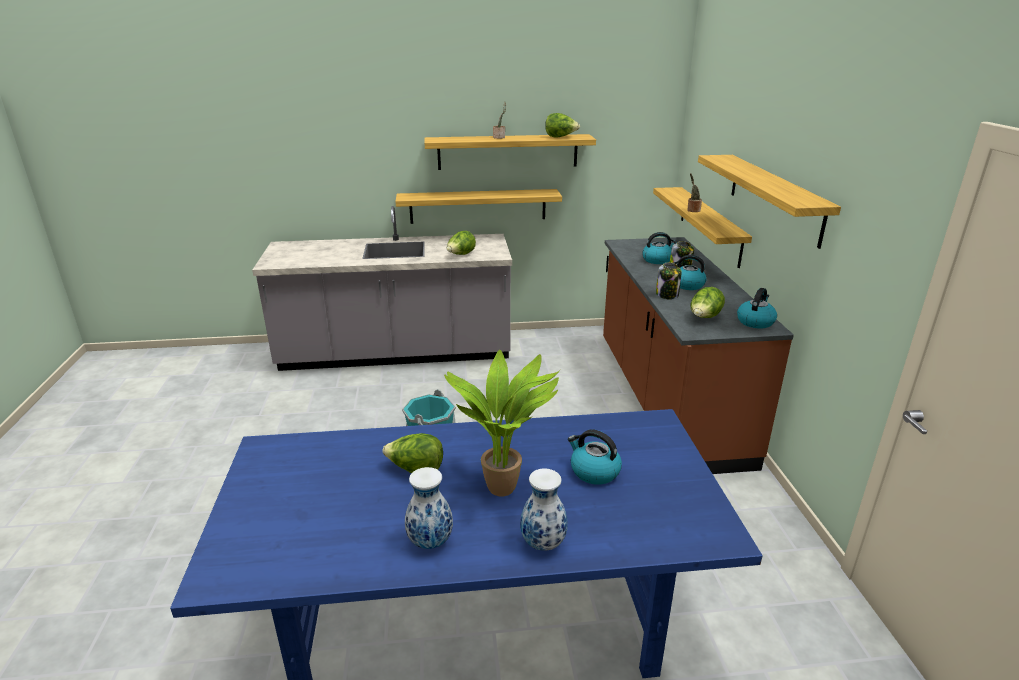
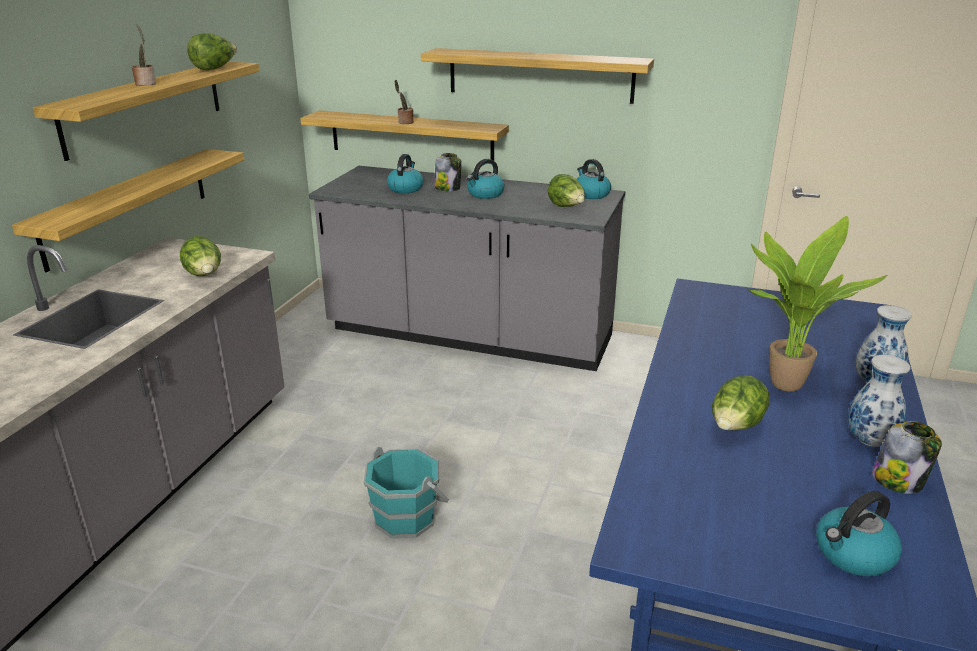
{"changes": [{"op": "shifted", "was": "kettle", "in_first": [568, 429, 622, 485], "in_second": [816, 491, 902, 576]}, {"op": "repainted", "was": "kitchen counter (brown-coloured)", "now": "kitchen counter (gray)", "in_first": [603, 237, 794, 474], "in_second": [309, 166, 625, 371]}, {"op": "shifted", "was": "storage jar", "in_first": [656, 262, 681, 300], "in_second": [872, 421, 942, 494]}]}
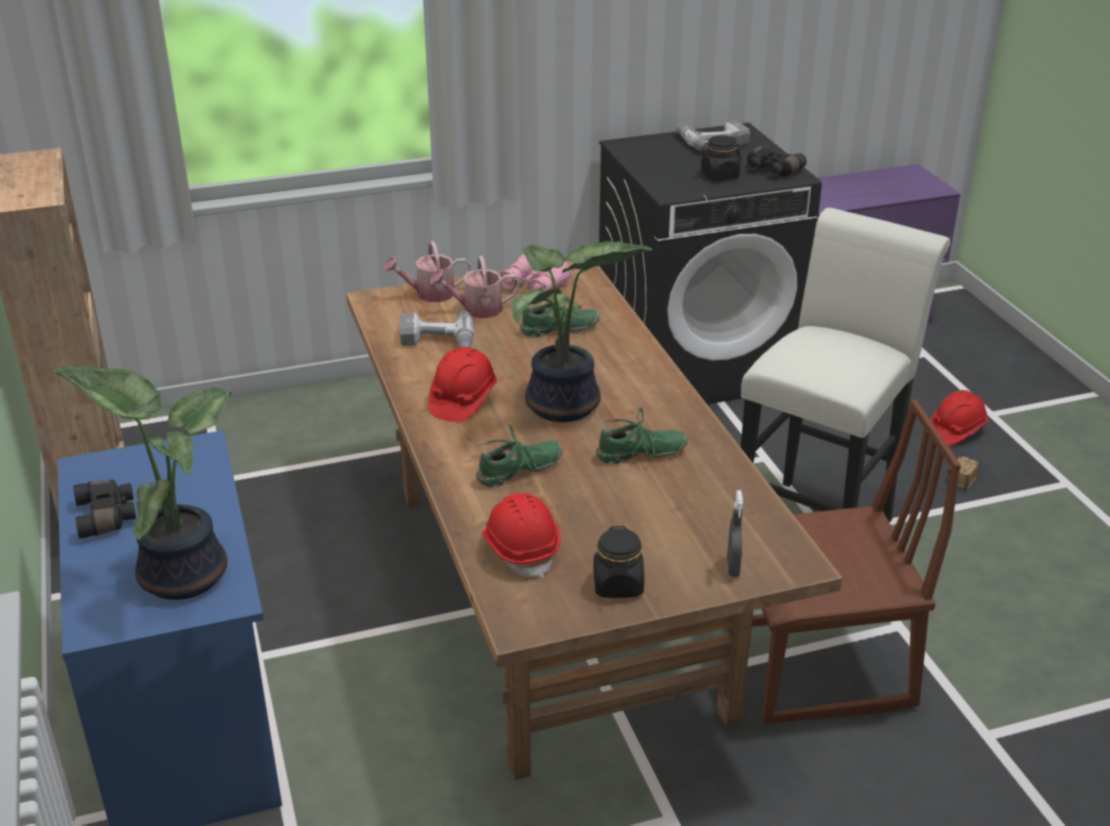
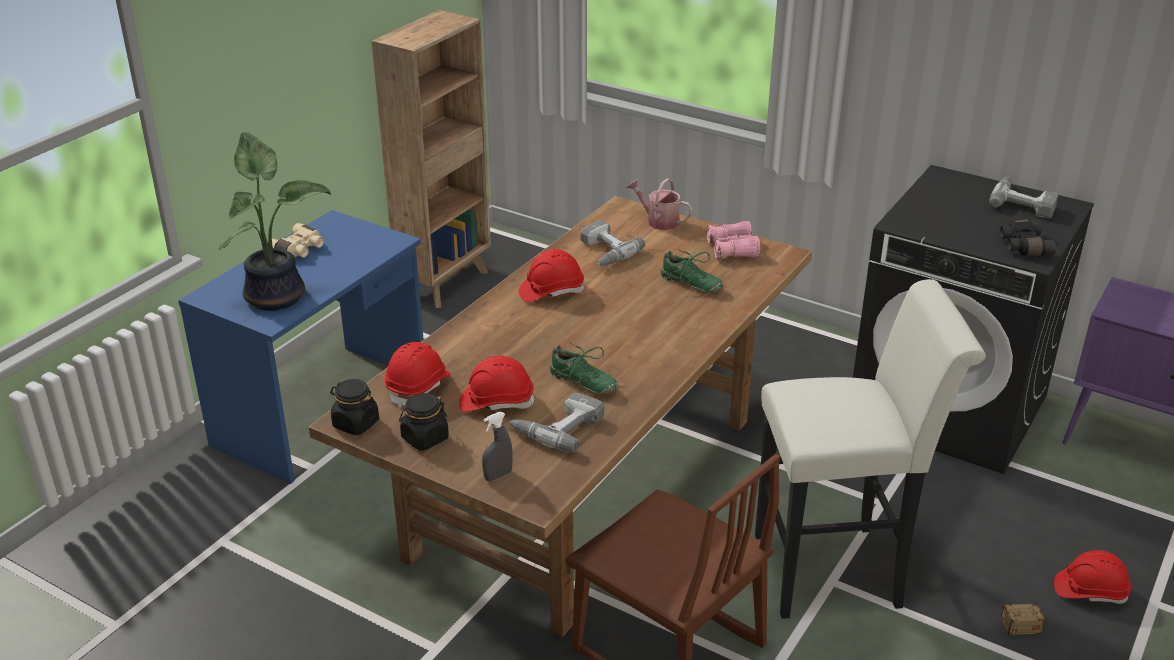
{"changes": [{"op": "repainted", "was": "pair of binoculars (blackish)", "now": "pair of binoculars (beige-coloured)", "in_first": [73, 479, 136, 538], "in_second": [272, 223, 324, 257]}, {"op": "gone", "was": "sprinkling can", "in_first": [430, 256, 520, 318]}, {"op": "gone", "was": "item of footwear (green-coloured)", "in_first": [476, 425, 563, 488]}, {"op": "gone", "was": "potted plant", "in_first": [512, 241, 653, 422]}, {"op": "shifted", "was": "storage jar (blackish)", "in_first": [701, 135, 741, 181], "in_second": [330, 379, 379, 435]}, {"op": "new", "now": "work helmet (red)", "in_second": [459, 356, 535, 412]}, {"op": "new", "now": "electric drill", "in_second": [510, 393, 604, 452]}]}
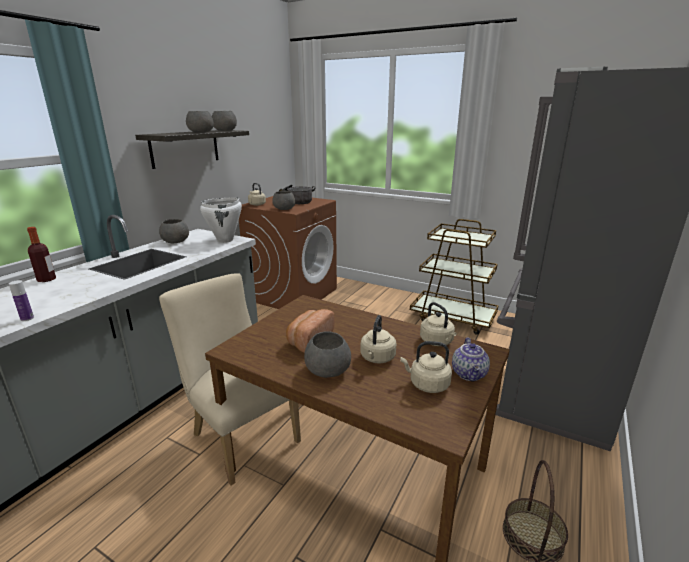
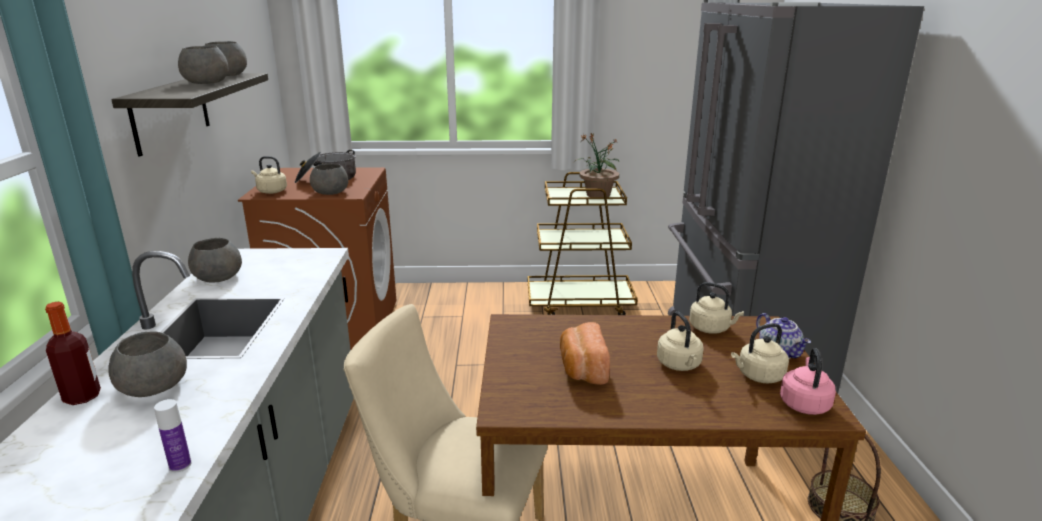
{"changes": [{"op": "gone", "was": "saucepot (whitish)", "in_first": [200, 197, 242, 243]}, {"op": "shifted", "was": "deep dish (gray)", "in_first": [304, 331, 351, 378], "in_second": [108, 331, 187, 397]}, {"op": "new", "now": "potted plant", "in_second": [574, 133, 619, 197]}, {"op": "new", "now": "kettle (pink)", "in_second": [780, 348, 836, 415]}]}
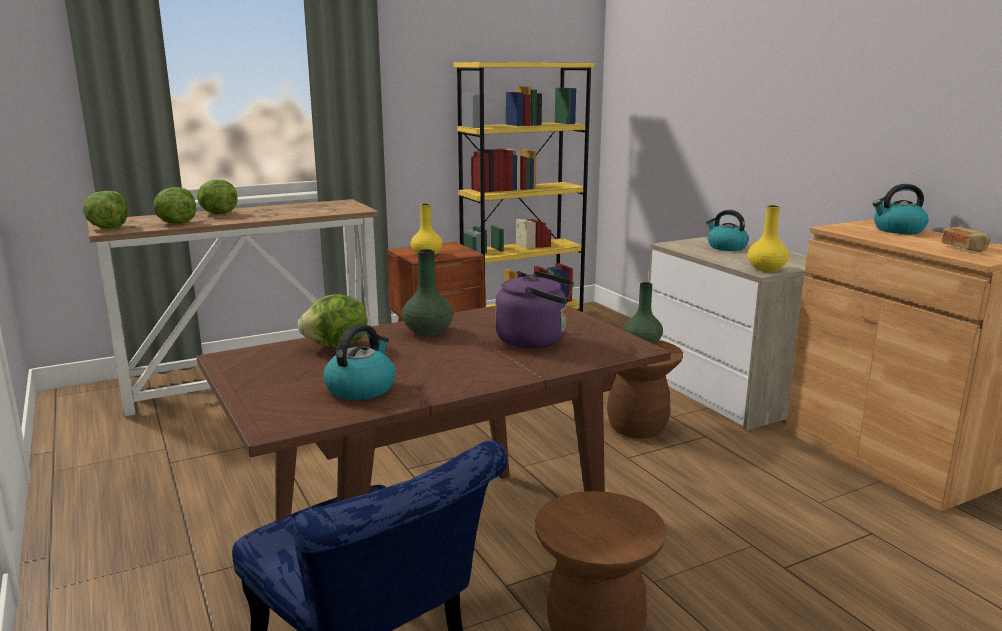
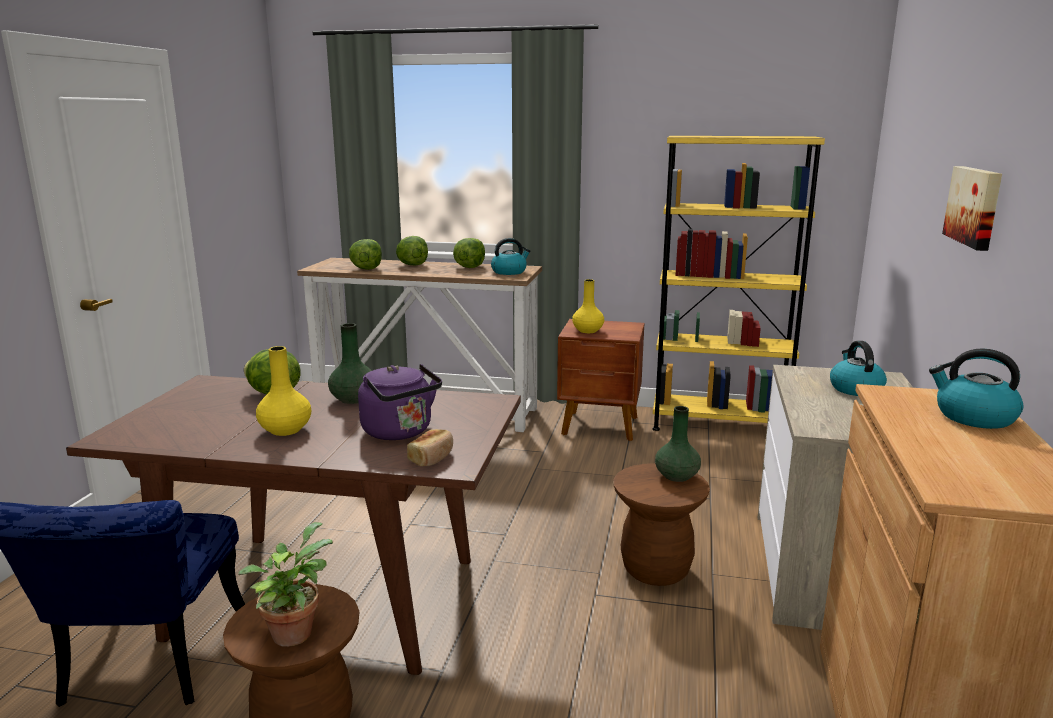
{"changes": [{"op": "shifted", "was": "lettuce head", "in_first": [83, 191, 128, 229], "in_second": [453, 238, 485, 268]}, {"op": "shifted", "was": "kettle", "in_first": [323, 324, 395, 400], "in_second": [491, 238, 531, 275]}, {"op": "shifted", "was": "vase (yellowish)", "in_first": [748, 205, 789, 272], "in_second": [256, 346, 312, 436]}, {"op": "shifted", "was": "baked bread", "in_first": [942, 227, 990, 252], "in_second": [407, 429, 453, 466]}, {"op": "new", "now": "potted plant", "in_second": [238, 522, 333, 647]}, {"op": "new", "now": "picture", "in_second": [942, 166, 1002, 251]}]}
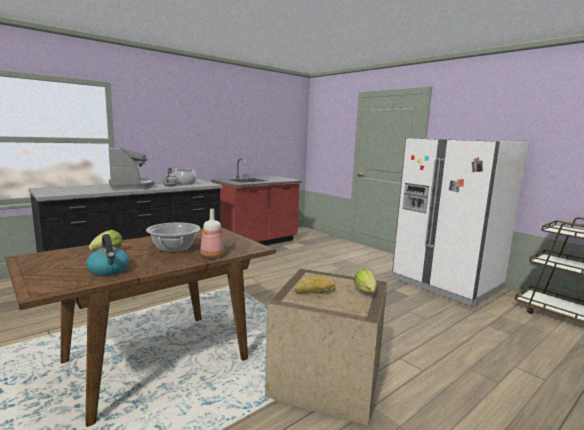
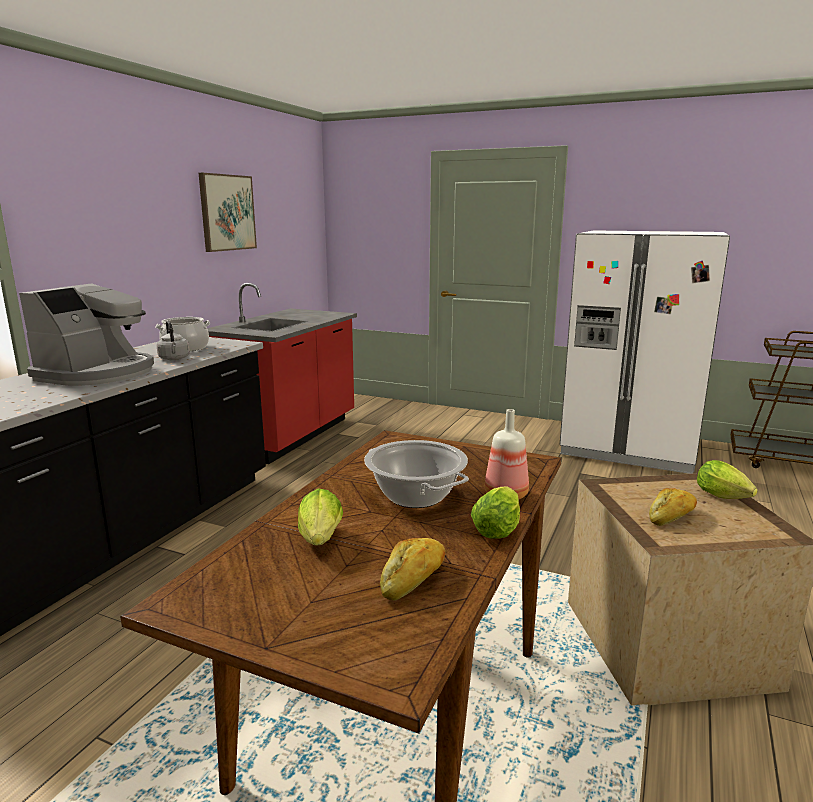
{"changes": [{"op": "swapped", "was": "kettle", "now": "baked bread", "in_first": [86, 234, 130, 276], "in_second": [380, 538, 445, 600]}, {"op": "rotated", "was": "coffee brewer", "in_first": [109, 147, 154, 190], "in_second": [19, 283, 154, 386], "clockwise": 75}, {"op": "new", "now": "picture", "in_second": [199, 173, 257, 252]}, {"op": "new", "now": "lettuce head", "in_second": [471, 486, 520, 539]}]}
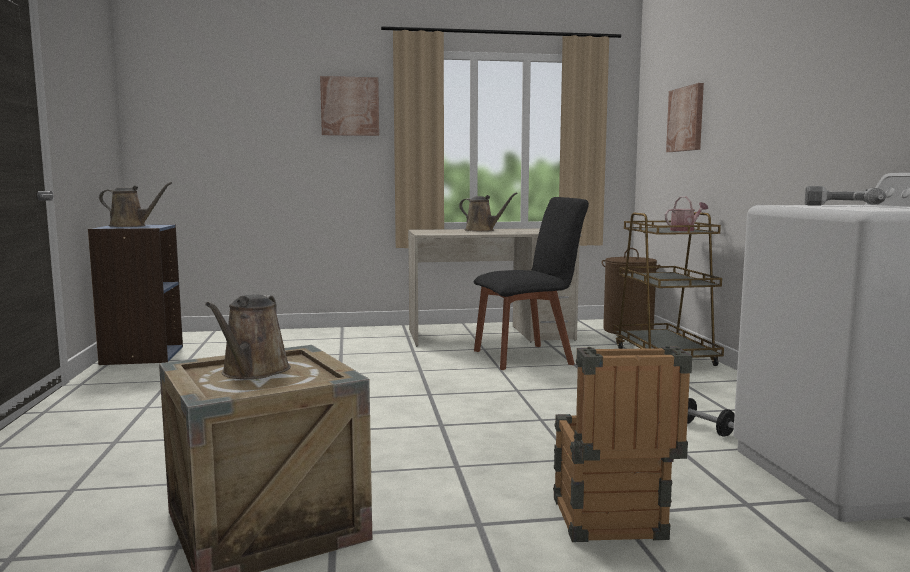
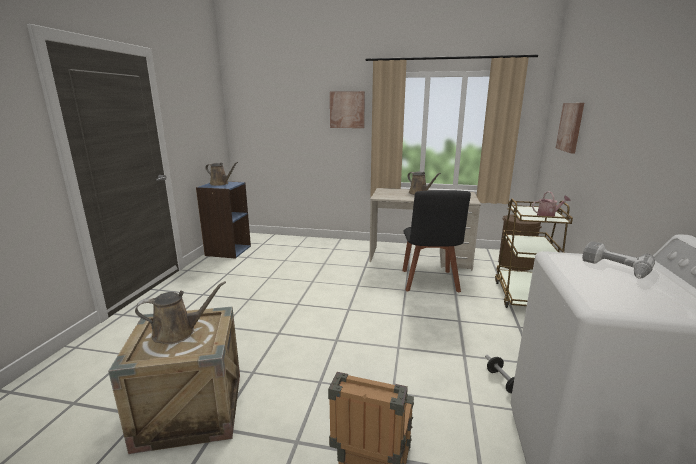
{"changes": [{"op": "rotated", "was": "sprinkling can (brown-coloured)", "in_first": [205, 294, 291, 379], "in_second": [135, 281, 226, 344], "clockwise": -135}, {"op": "rotated", "was": "plain chair (blackish)", "in_first": [473, 197, 589, 370], "in_second": [402, 190, 471, 293], "clockwise": 90}]}
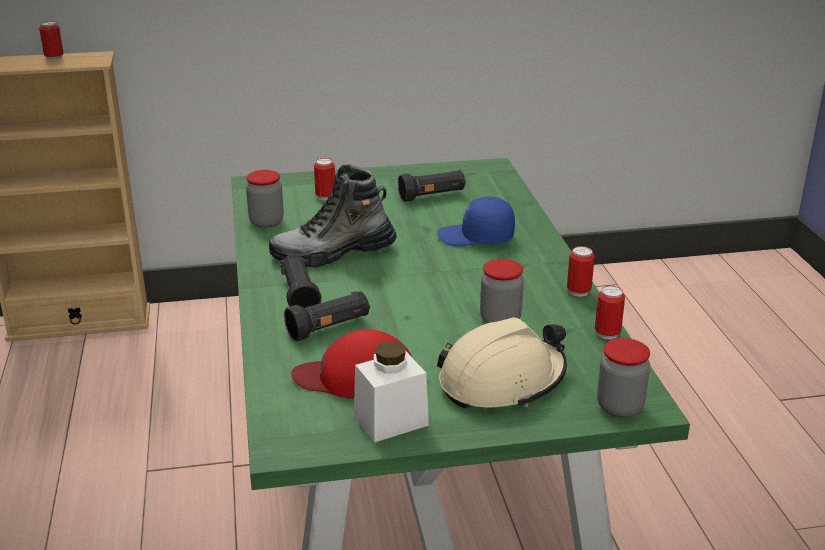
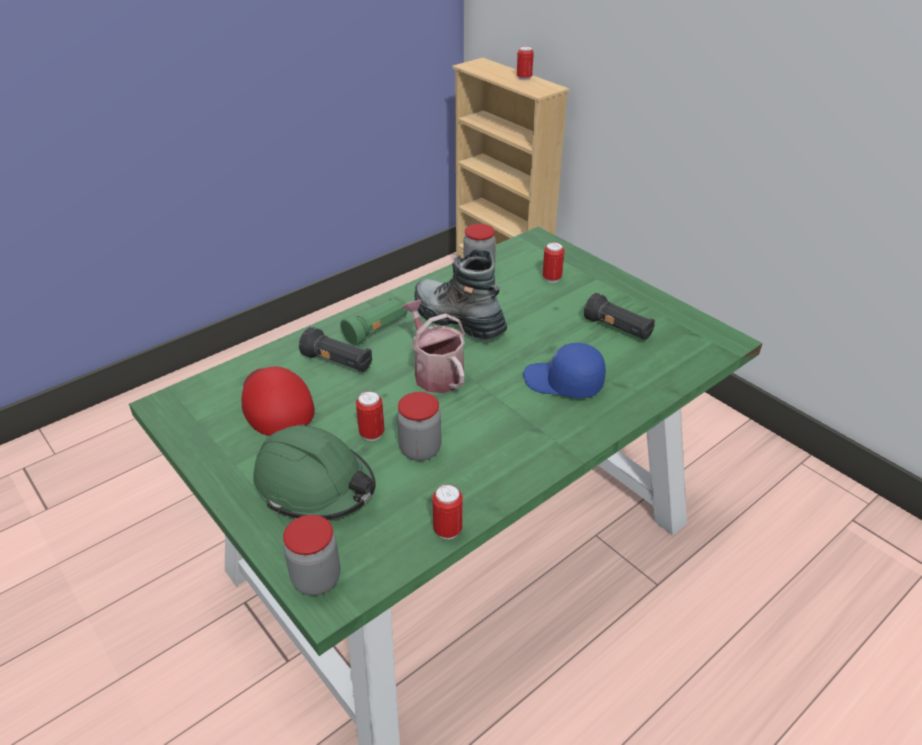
{"changes": [{"op": "repainted", "was": "torch (blackish)", "now": "torch (green-coloured)", "in_first": [280, 254, 321, 308], "in_second": [340, 297, 407, 346]}, {"op": "gone", "was": "storage jar (whitish)", "in_first": [354, 341, 429, 443]}, {"op": "rotated", "was": "baseball cap (bluish)", "in_first": [437, 196, 515, 247], "in_second": [523, 343, 606, 398], "clockwise": -45}, {"op": "repainted", "was": "work helmet (beige-coloured)", "now": "work helmet (green-coloured)", "in_first": [437, 317, 567, 408], "in_second": [253, 424, 376, 520]}, {"op": "shifted", "was": "can", "in_first": [567, 246, 595, 297], "in_second": [356, 391, 384, 441]}, {"op": "new", "now": "sprinkling can", "in_second": [402, 300, 465, 393]}]}
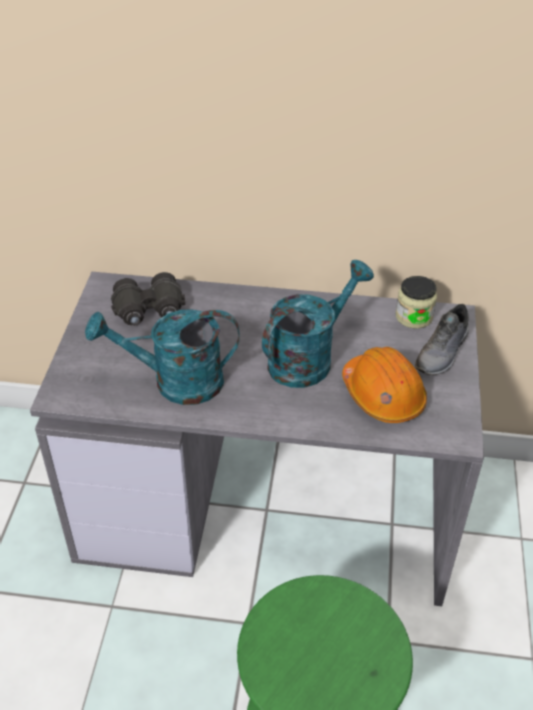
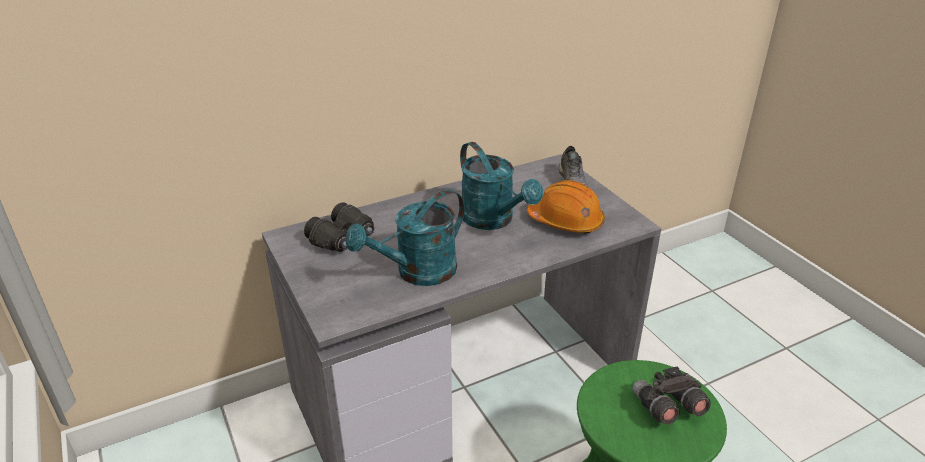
{"changes": [{"op": "rotated", "was": "sprinkling can (turquoise)", "in_first": [262, 260, 374, 388], "in_second": [460, 142, 543, 230], "clockwise": 135}, {"op": "gone", "was": "storage jar", "in_first": [396, 276, 437, 329]}, {"op": "new", "now": "pair of binoculars (gray)", "in_second": [632, 367, 711, 425]}]}
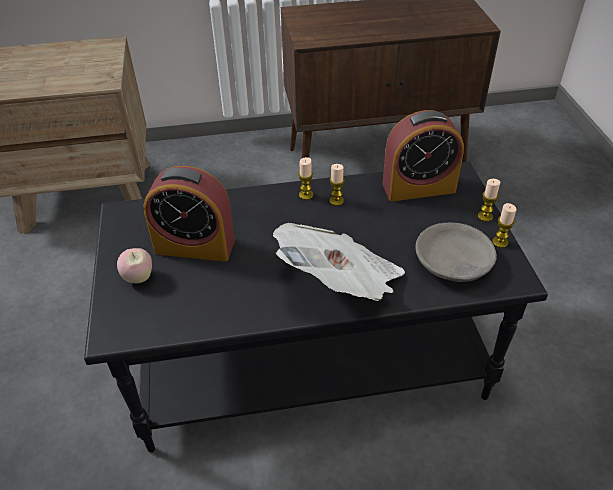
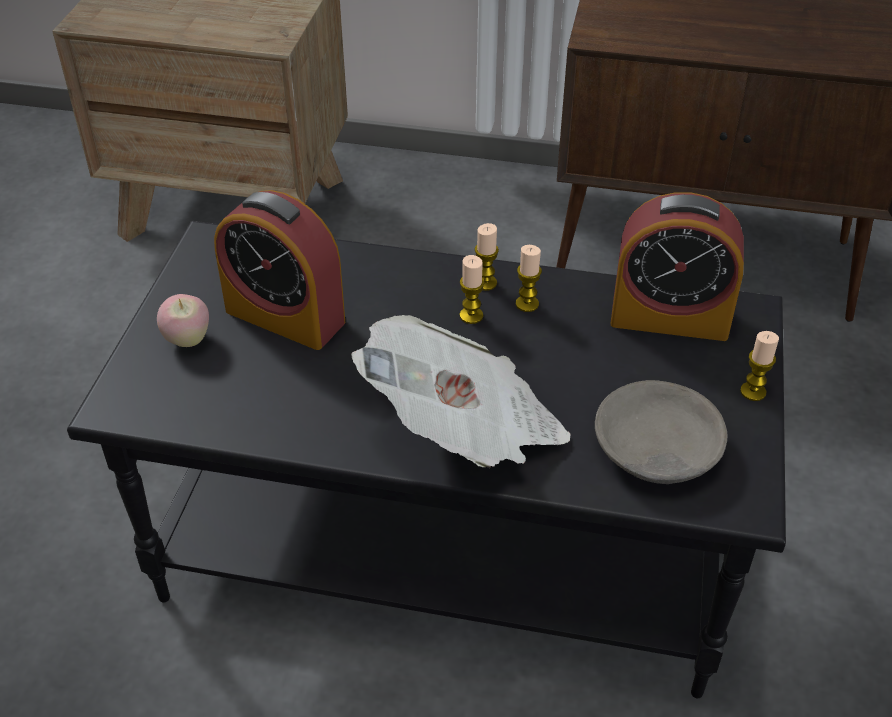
{"changes": [{"op": "shifted", "was": "candle", "in_first": [492, 203, 516, 248], "in_second": [460, 255, 485, 324]}]}
